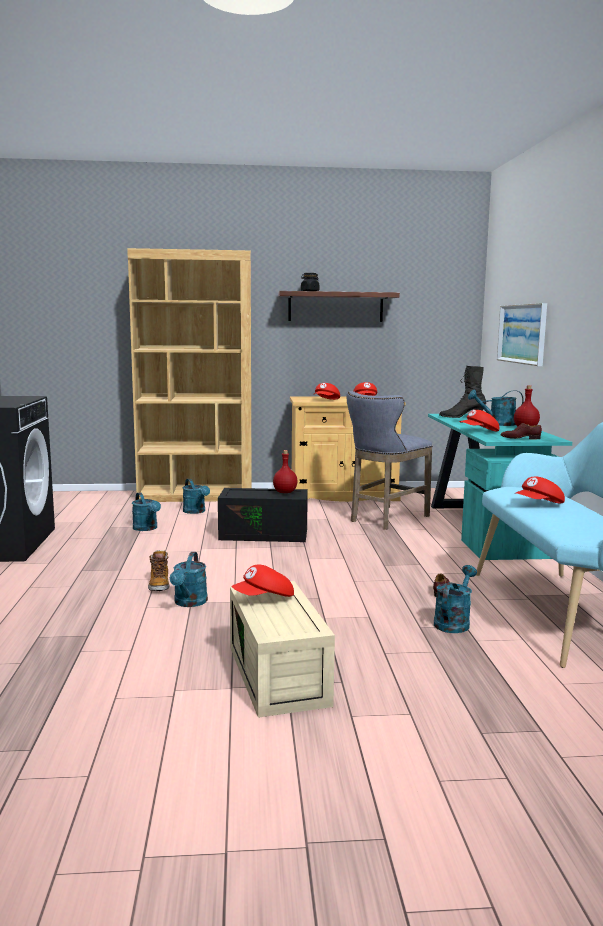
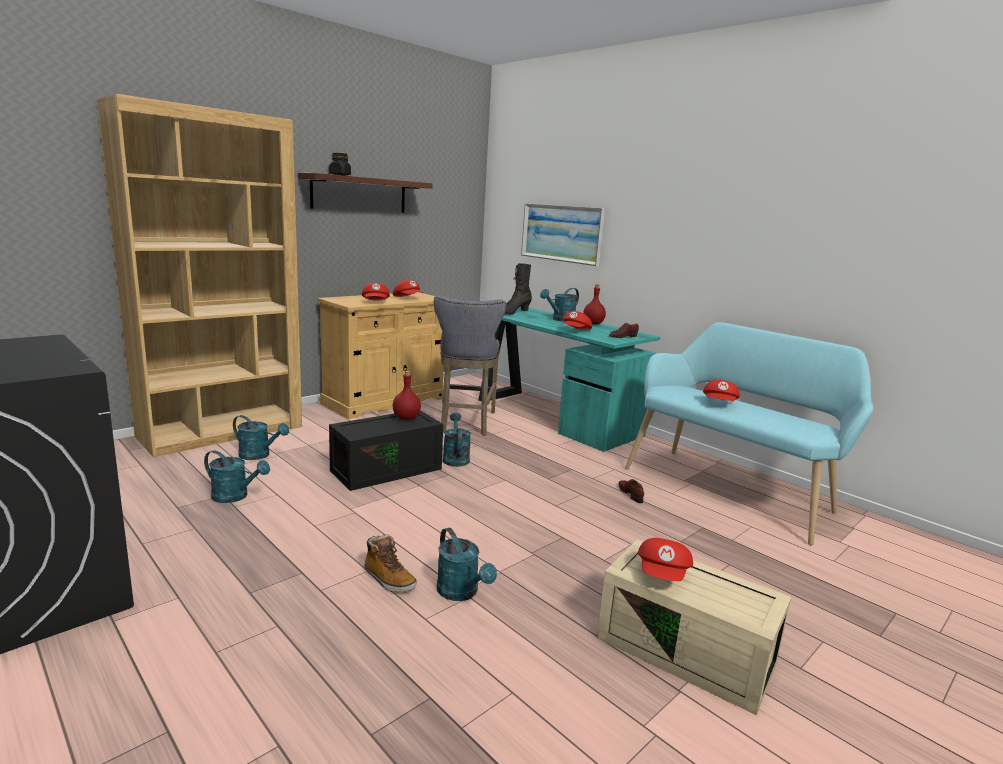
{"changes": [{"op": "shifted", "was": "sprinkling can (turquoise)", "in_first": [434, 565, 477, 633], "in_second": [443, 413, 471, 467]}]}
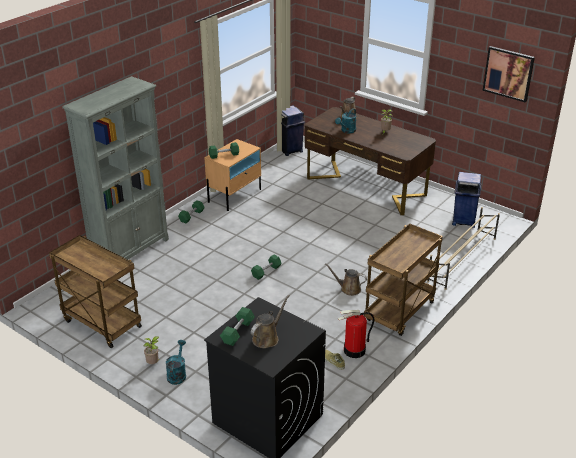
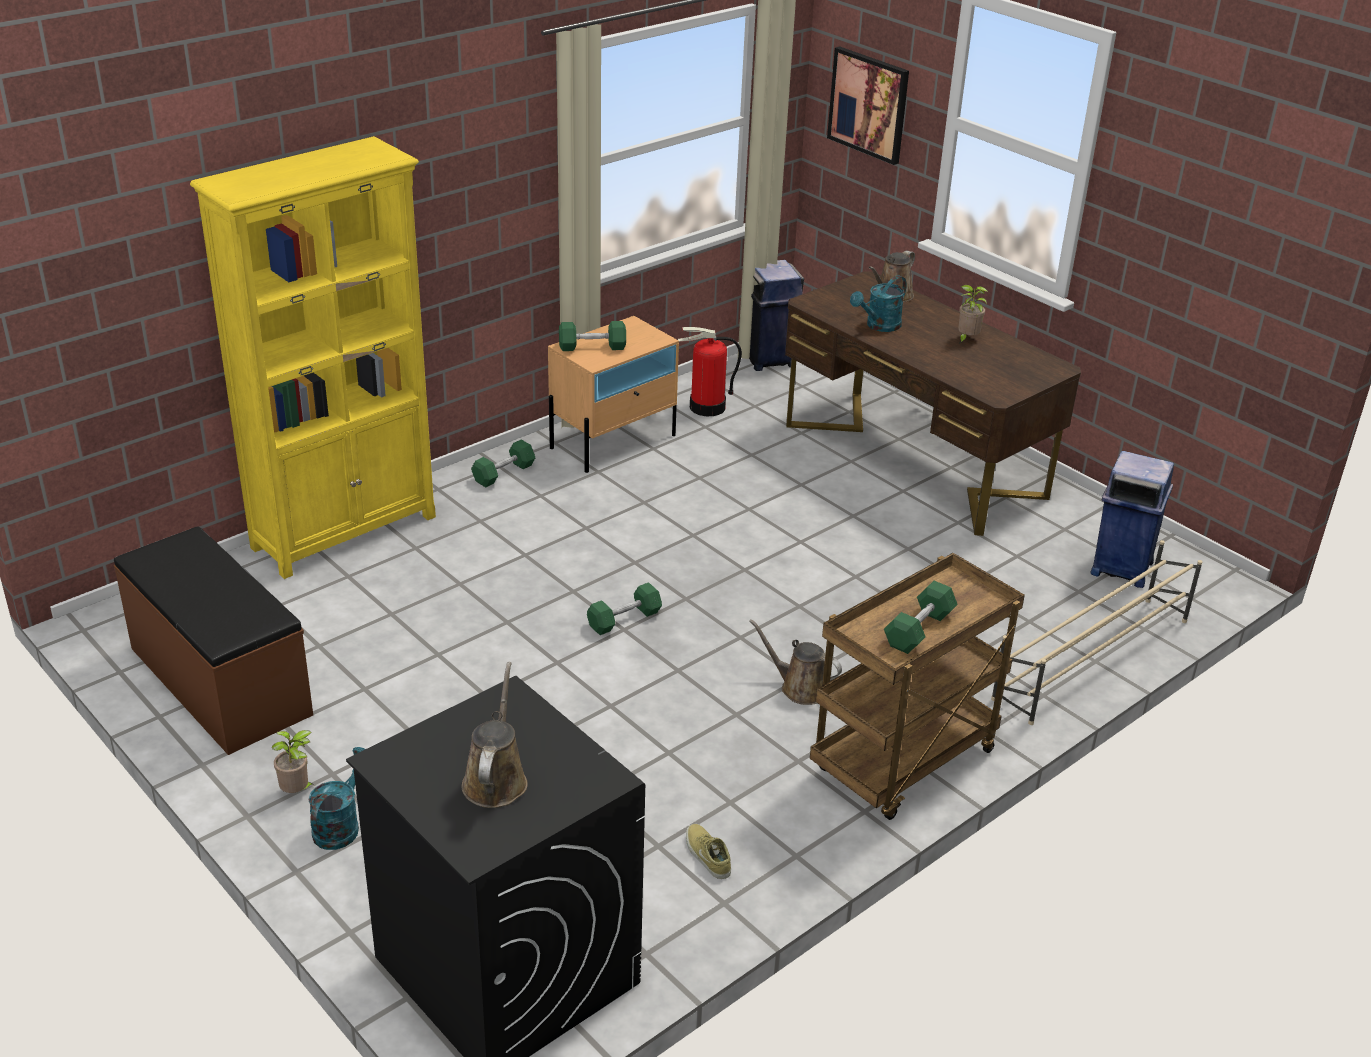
{"changes": [{"op": "swapped", "was": "wheeled cart (brown-coloured)", "now": "bench (brown-coloured)", "in_first": [49, 235, 142, 348], "in_second": [114, 527, 313, 755]}, {"op": "repainted", "was": "shelving unit (gray)", "now": "shelving unit (yellowish)", "in_first": [62, 76, 169, 260], "in_second": [190, 136, 436, 579]}, {"op": "shifted", "was": "hand weight (green-coloured)", "in_first": [220, 307, 255, 346], "in_second": [884, 581, 958, 654]}, {"op": "rotated", "was": "sprinkling can (brown-coloured)", "in_first": [251, 295, 290, 348], "in_second": [462, 662, 528, 808], "clockwise": -45}, {"op": "shifted", "was": "fire extinguisher", "in_first": [338, 310, 374, 358], "in_second": [678, 327, 742, 416]}, {"op": "shifted", "was": "picture", "in_first": [482, 46, 535, 102], "in_second": [827, 47, 909, 165]}]}
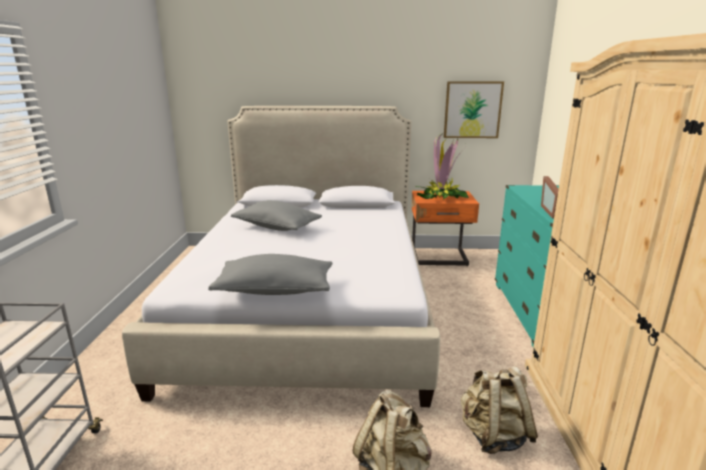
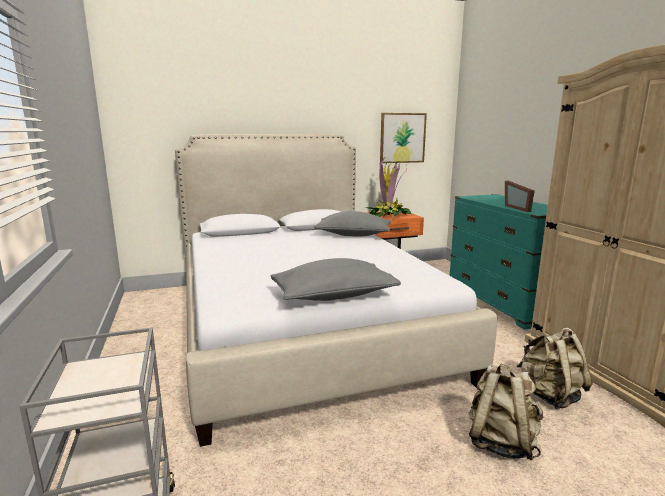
{"changes": [{"op": "shifted", "was": "throw pillow (gray)", "in_first": [231, 200, 322, 231], "in_second": [314, 211, 391, 237]}]}
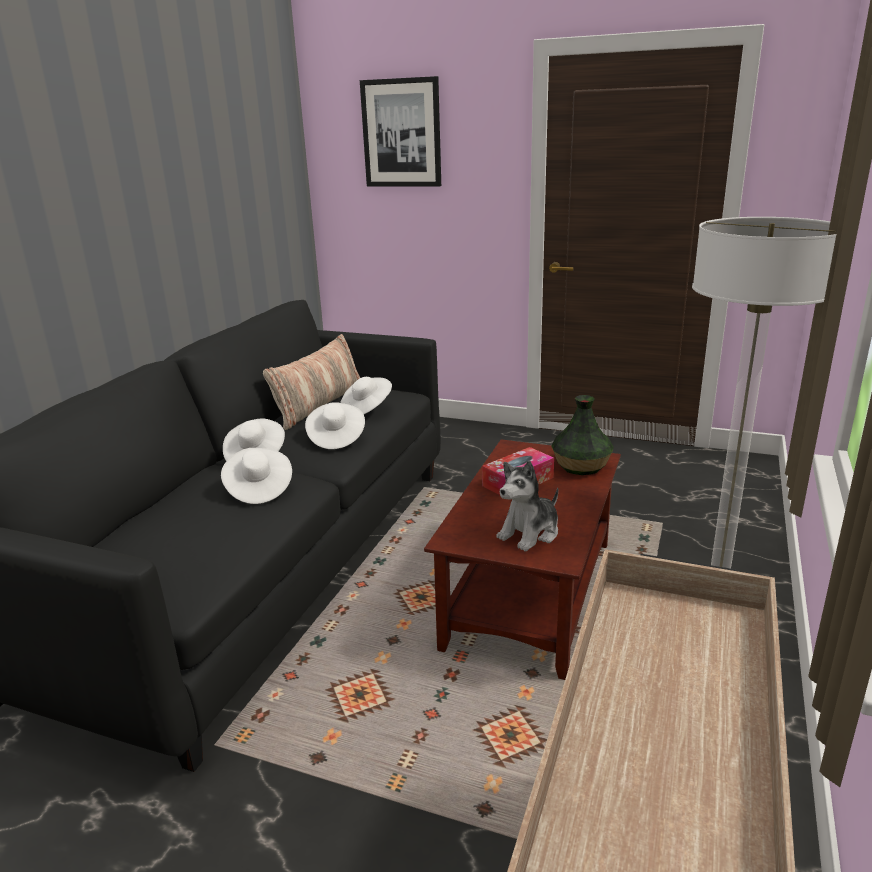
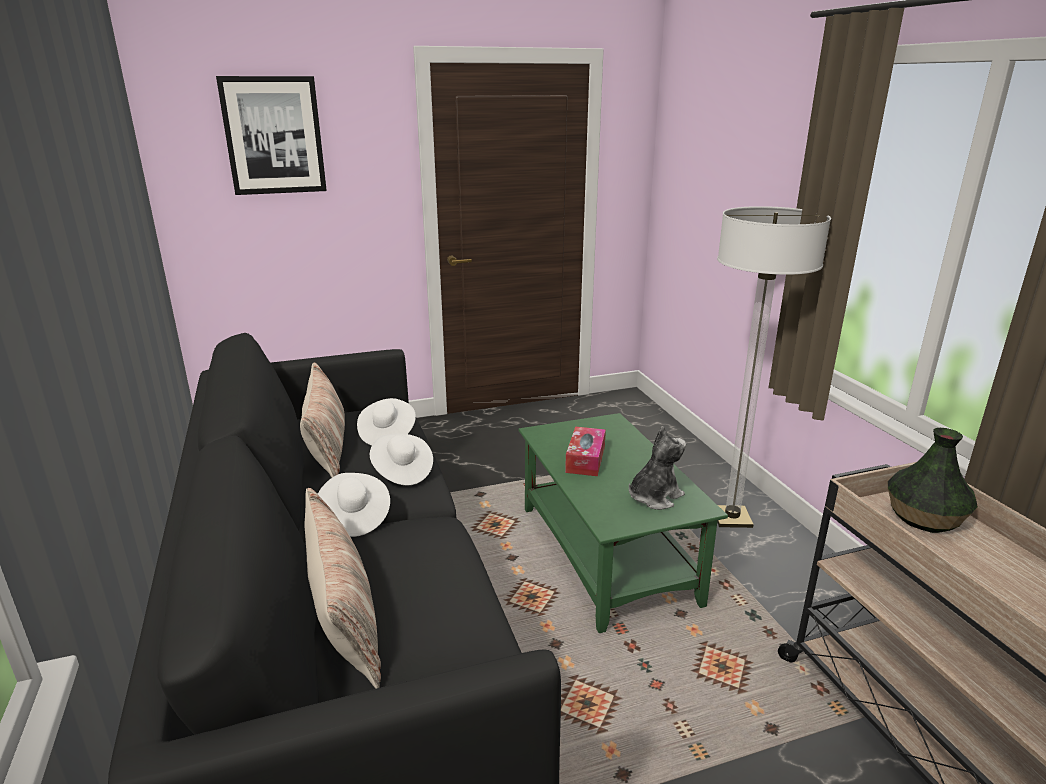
{"changes": [{"op": "gone", "was": "hat (whitish)", "in_first": [221, 448, 292, 504]}, {"op": "repainted", "was": "low table (brown-coloured)", "now": "low table (green-coloured)", "in_first": [424, 439, 621, 680], "in_second": [519, 413, 728, 633]}, {"op": "rotated", "was": "plush toy", "in_first": [496, 461, 558, 551], "in_second": [629, 426, 686, 510], "clockwise": -135}, {"op": "shifted", "was": "vase", "in_first": [551, 395, 614, 475], "in_second": [888, 428, 978, 533]}, {"op": "new", "now": "throw pillow", "in_second": [304, 488, 381, 689]}]}
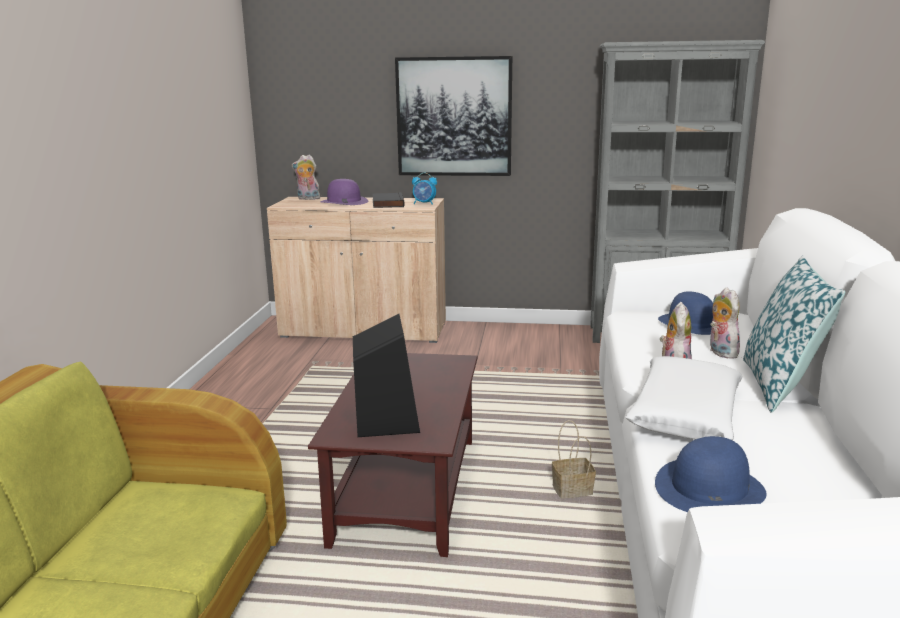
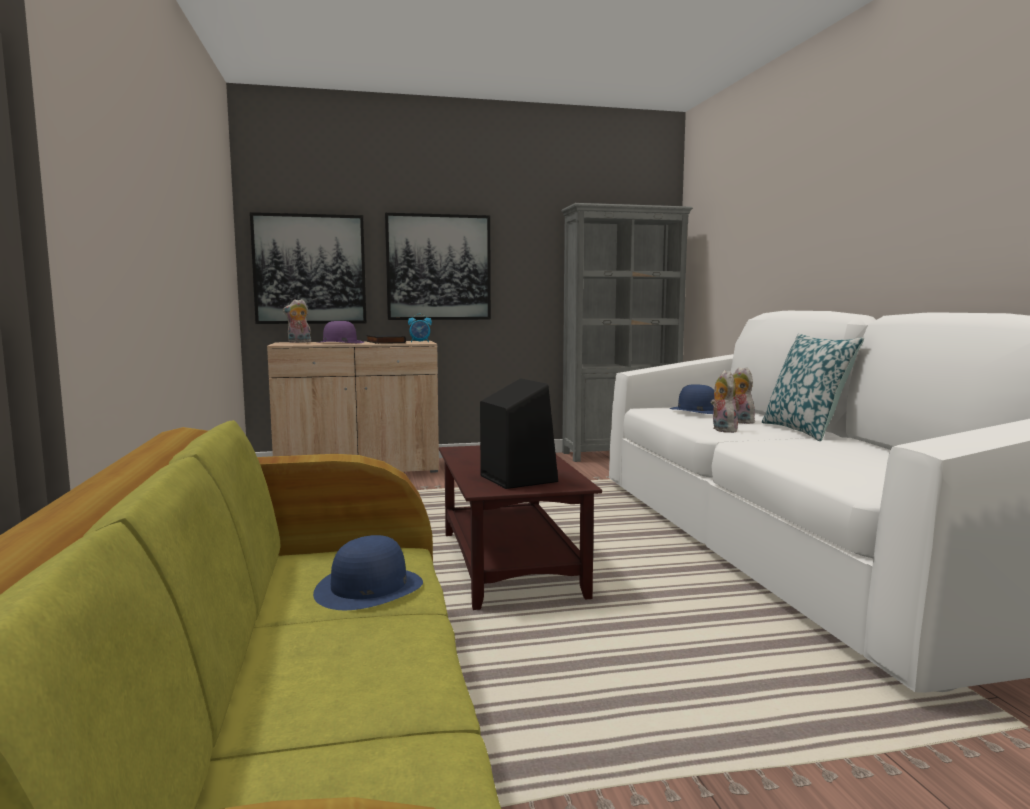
{"changes": [{"op": "gone", "was": "storage basket", "in_first": [552, 420, 596, 499]}, {"op": "gone", "was": "throw pillow (whitish)", "in_first": [625, 356, 743, 440]}, {"op": "shifted", "was": "hat (bluish)", "in_first": [655, 436, 767, 512], "in_second": [313, 535, 423, 610]}, {"op": "new", "now": "picture", "in_second": [250, 212, 366, 324]}]}
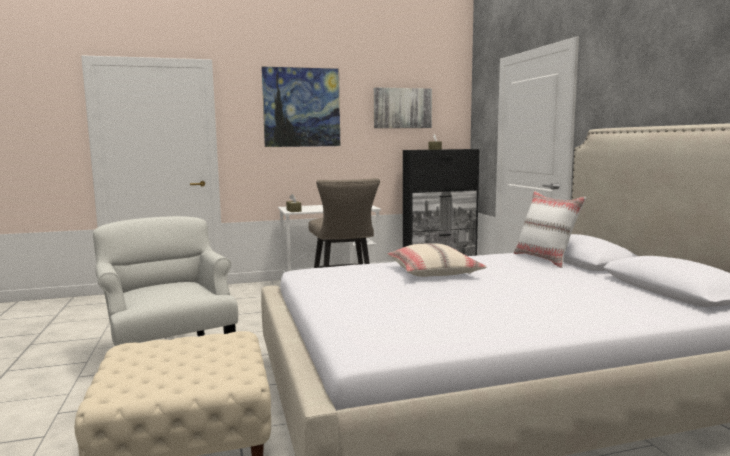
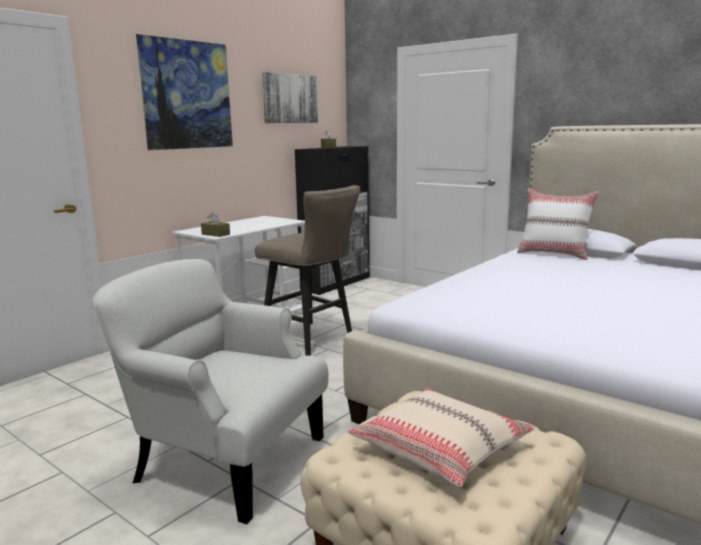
{"changes": [{"op": "shifted", "was": "throw pillow (beige-coloured)", "in_first": [387, 243, 487, 277], "in_second": [348, 388, 535, 487]}]}
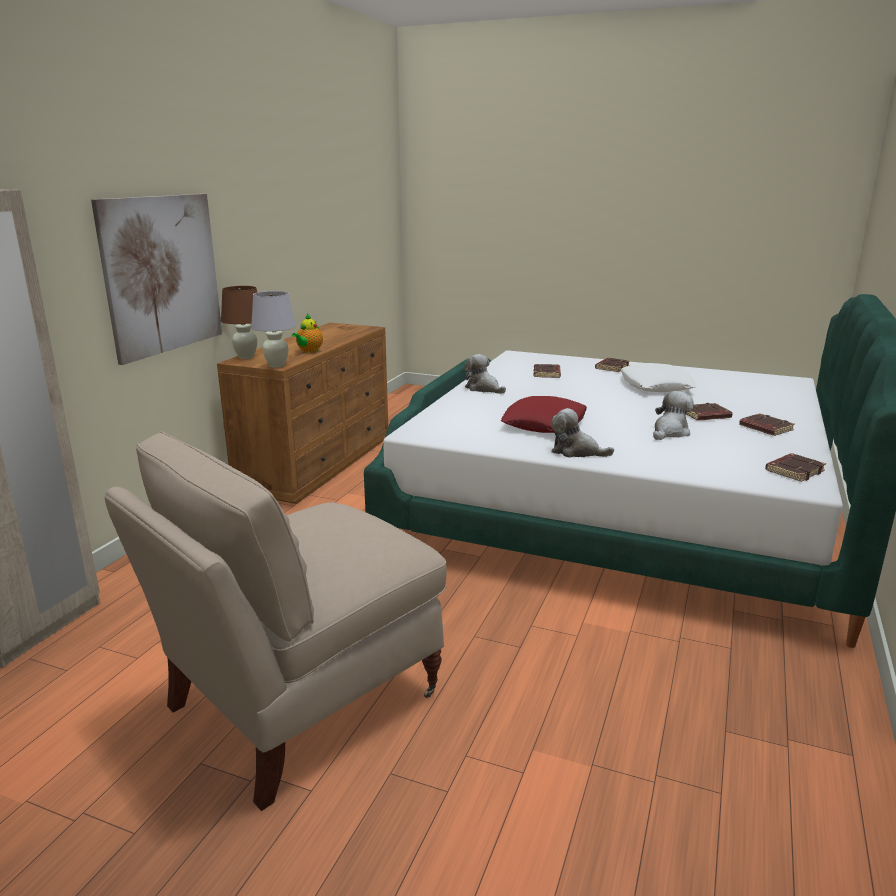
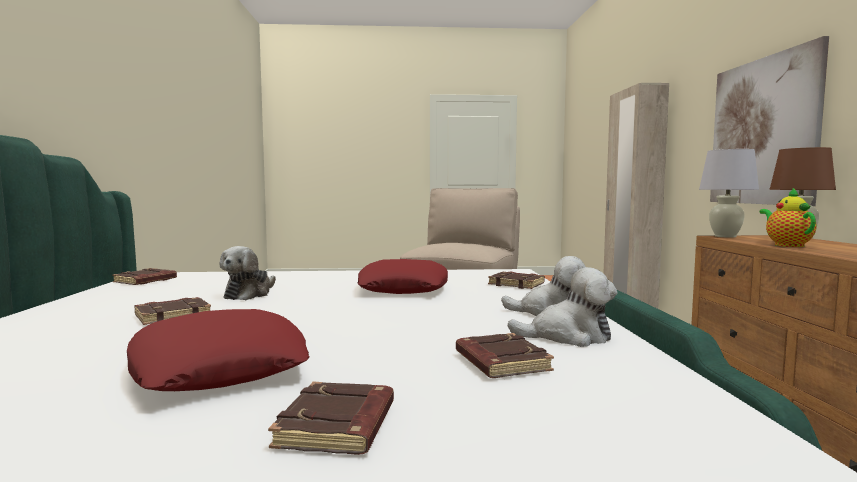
{"changes": [{"op": "shifted", "was": "plush toy", "in_first": [551, 408, 614, 457], "in_second": [508, 267, 617, 347]}, {"op": "repainted", "was": "throw pillow (whitish)", "now": "throw pillow (red)", "in_first": [621, 363, 696, 392], "in_second": [127, 309, 309, 391]}, {"op": "shifted", "was": "volume (brown-coloured)", "in_first": [739, 413, 795, 436], "in_second": [488, 272, 545, 289]}]}
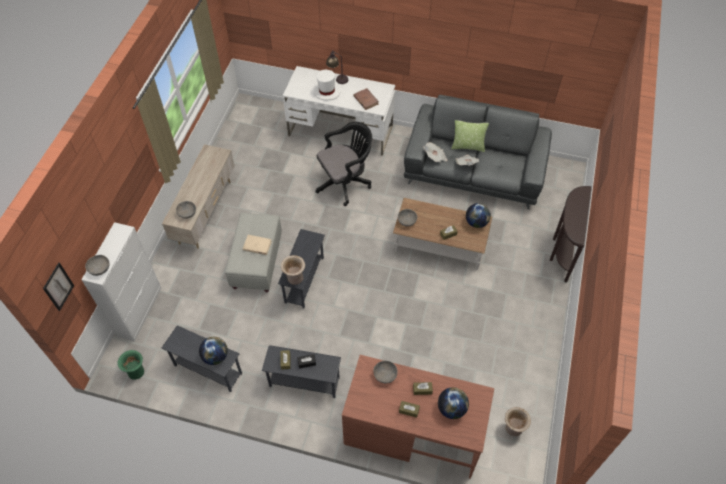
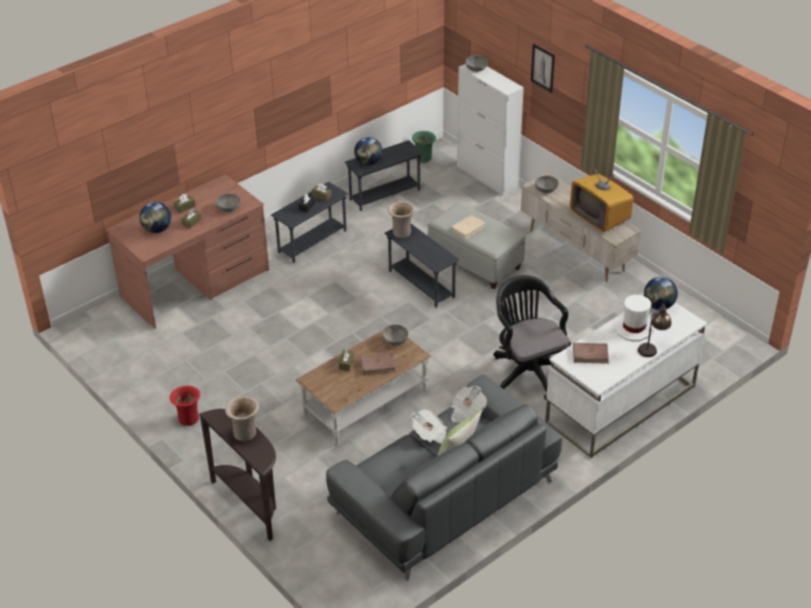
{"changes": [{"op": "shifted", "was": "picture", "in_first": [43, 263, 74, 311], "in_second": [531, 44, 555, 93]}, {"op": "rotated", "was": "desk chair (blackish)", "in_first": [316, 122, 372, 206], "in_second": [493, 275, 571, 400], "clockwise": 150}, {"op": "shifted", "was": "globe", "in_first": [466, 203, 491, 228], "in_second": [644, 277, 678, 310]}, {"op": "shifted", "was": "vase (beige-coloured)", "in_first": [505, 407, 531, 436], "in_second": [225, 396, 259, 441]}, {"op": "new", "now": "vase (red)", "in_second": [170, 385, 200, 426]}, {"op": "new", "now": "volume (brown-coloured)", "in_second": [360, 352, 396, 375]}, {"op": "new", "now": "TV set", "in_second": [570, 163, 634, 232]}]}
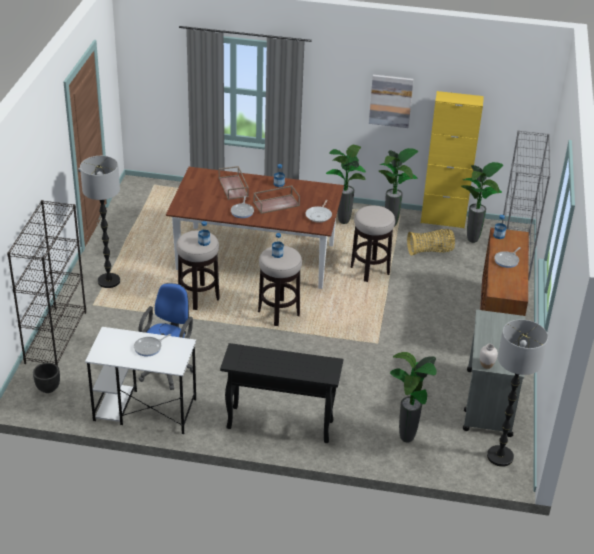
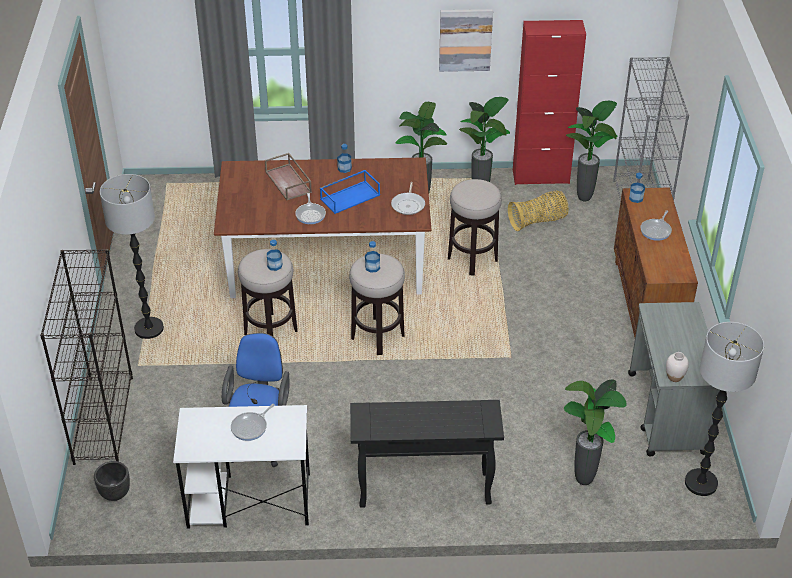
{"changes": [{"op": "repainted", "was": "serving tray (brown-coloured)", "now": "serving tray (bluish)", "in_first": [253, 185, 300, 214], "in_second": [320, 170, 380, 214]}, {"op": "repainted", "was": "storage cabinet (yellowish)", "now": "storage cabinet (red)", "in_first": [421, 91, 484, 229], "in_second": [513, 20, 586, 185]}]}
